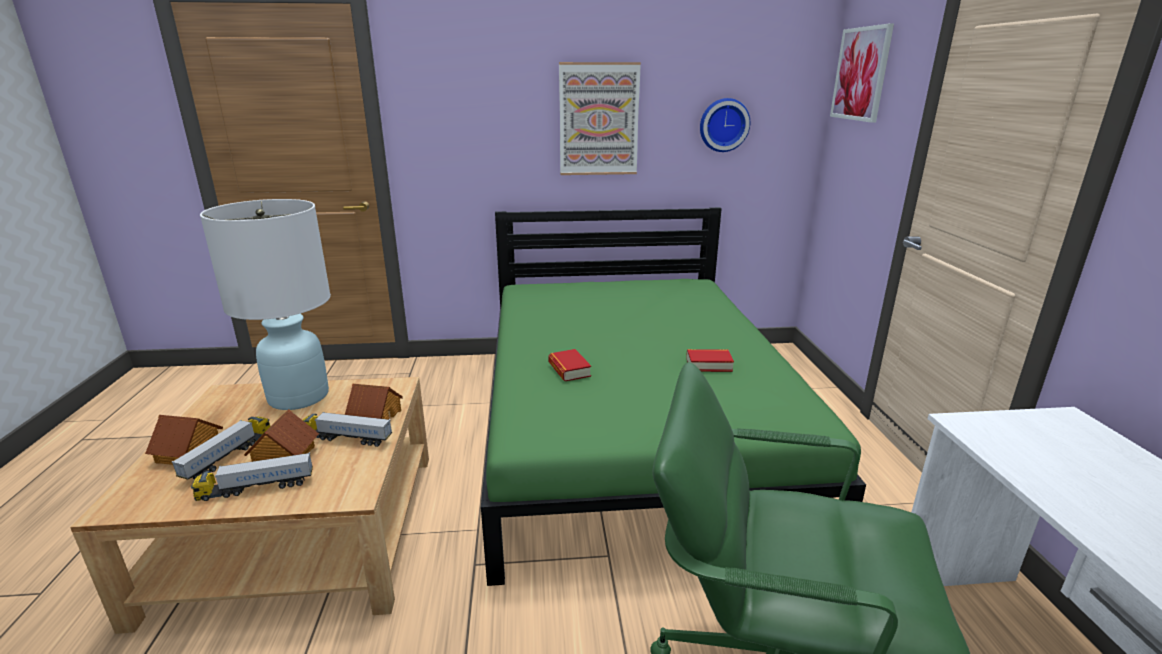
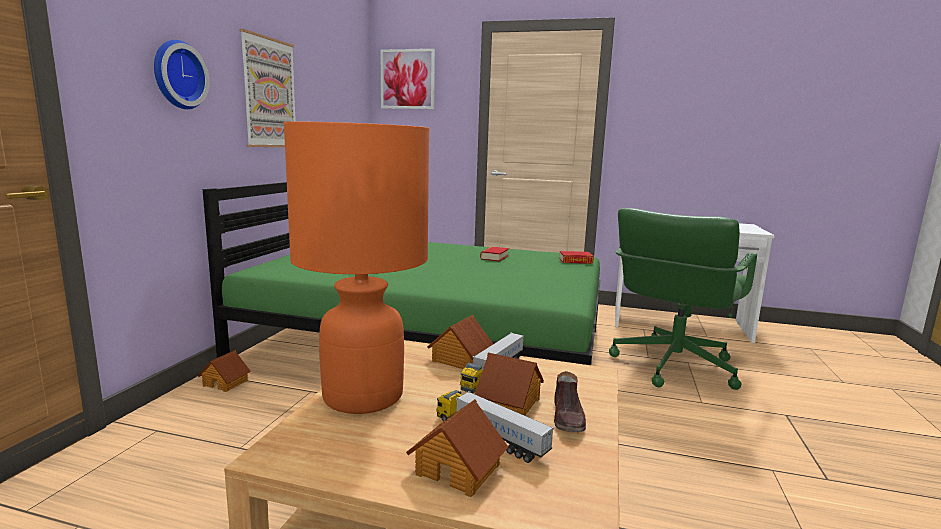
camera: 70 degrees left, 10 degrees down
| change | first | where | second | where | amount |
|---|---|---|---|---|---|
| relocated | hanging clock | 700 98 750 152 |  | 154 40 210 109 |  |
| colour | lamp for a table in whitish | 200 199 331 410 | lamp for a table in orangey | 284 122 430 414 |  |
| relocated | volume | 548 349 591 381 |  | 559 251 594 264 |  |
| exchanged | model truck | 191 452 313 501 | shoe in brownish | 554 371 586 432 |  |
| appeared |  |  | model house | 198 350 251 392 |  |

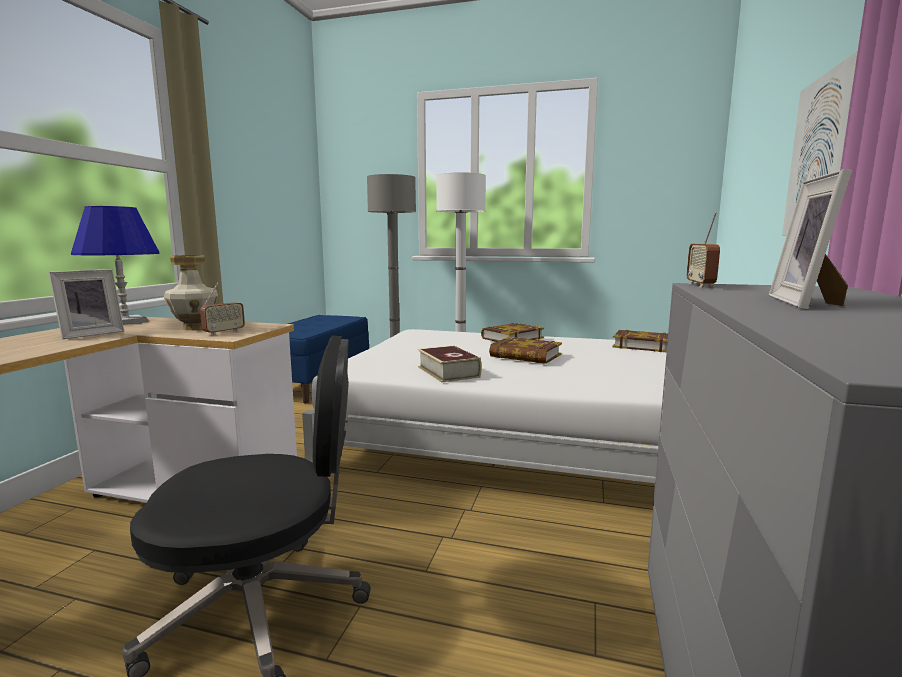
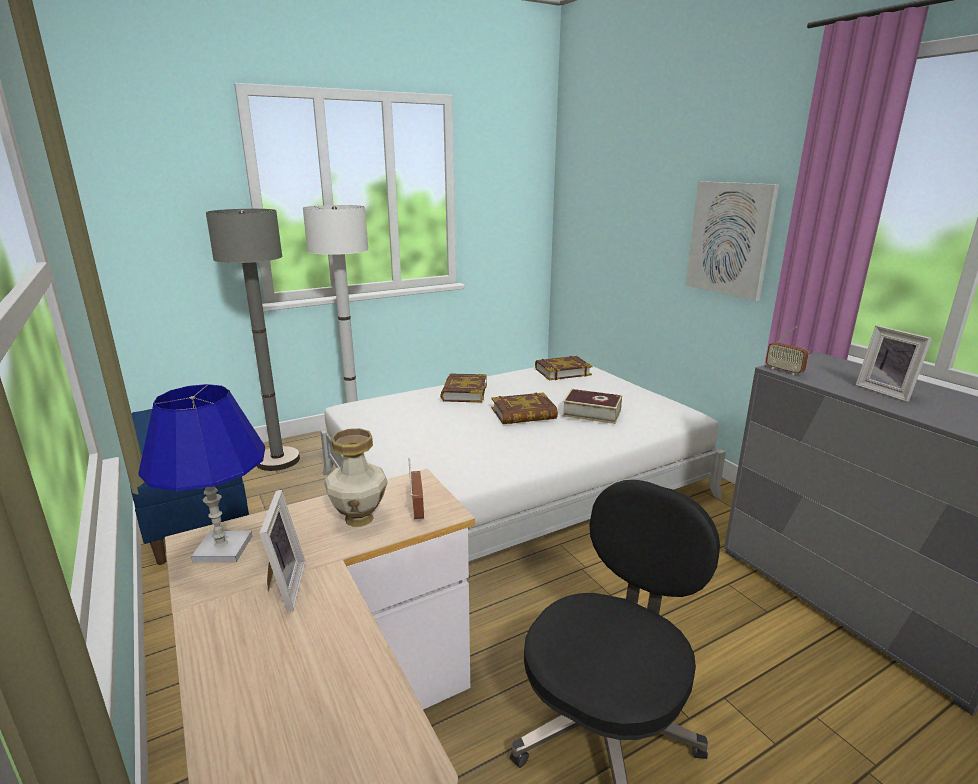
camera: 45 degrees left, 10 degrees up
| change | first | where | second | where | amount |
|---|---|---|---|---|---|
| relocated | volume | 418 346 482 383 |  | 562 389 622 424 |  |

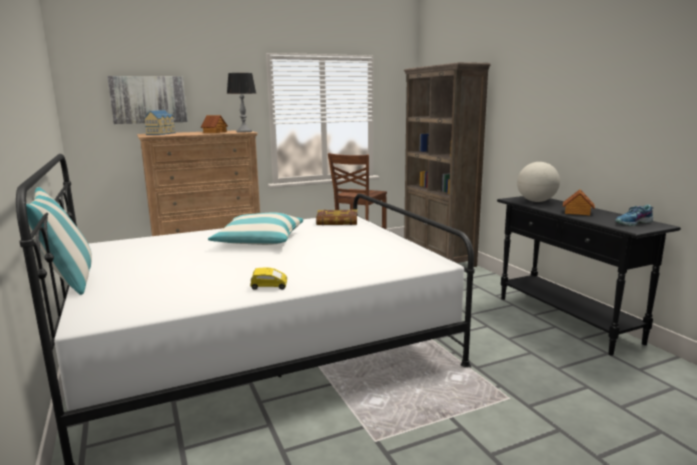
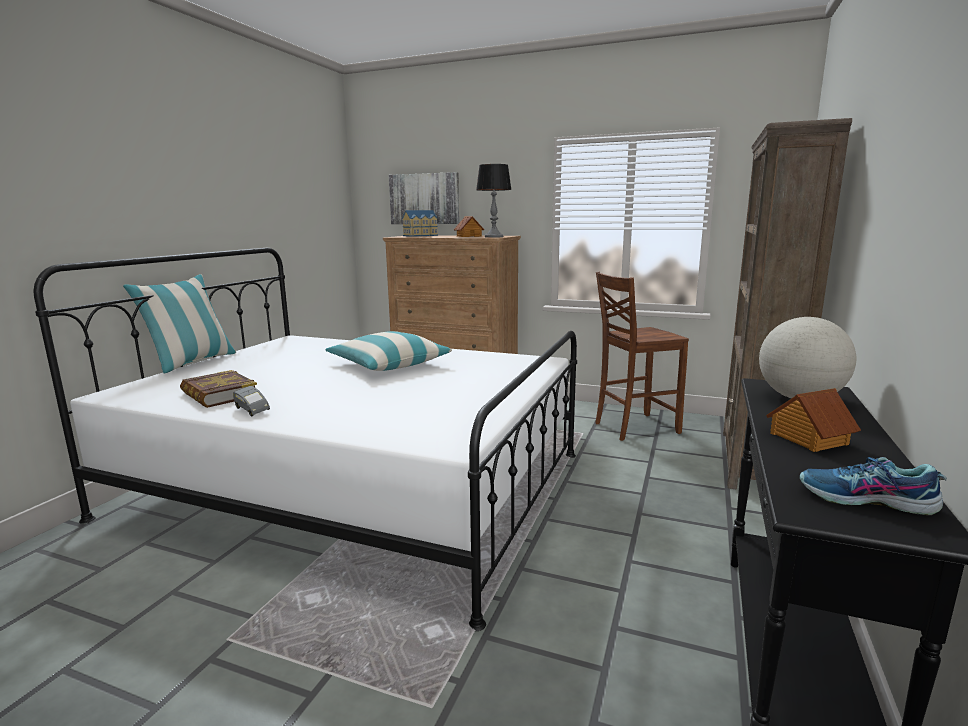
camera: 45 degrees right, 0 degrees up
| change | first | where | second | where | amount |
|---|---|---|---|---|---|
| relocated | volume | 316 209 357 225 |  | 180 370 257 408 |  |
| colour | model car in yellow-coloured | 250 268 287 290 | model car in gray | 233 386 270 417 |  |

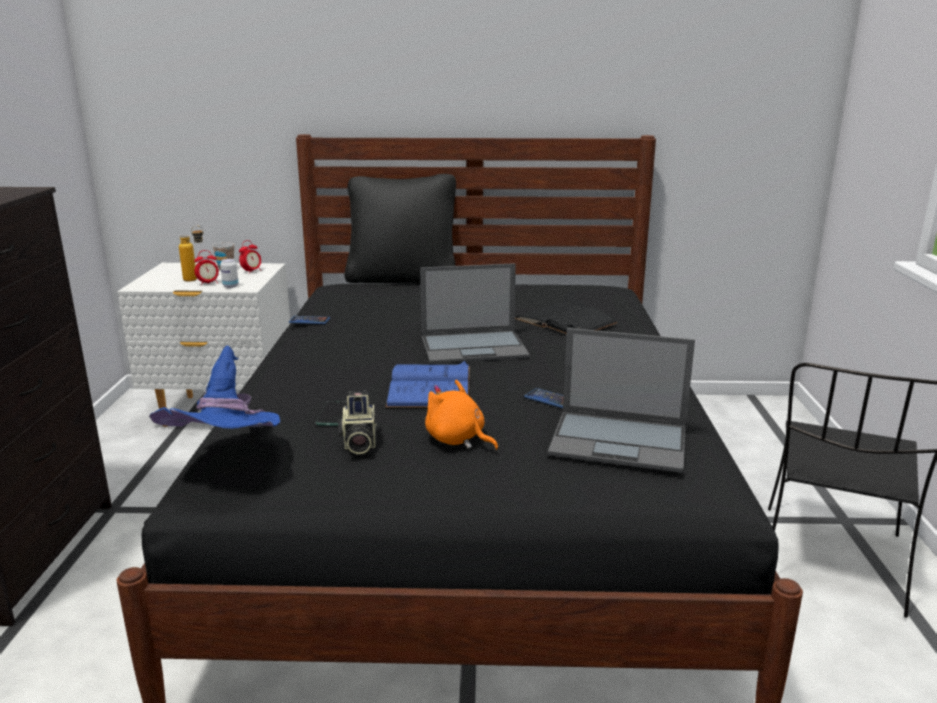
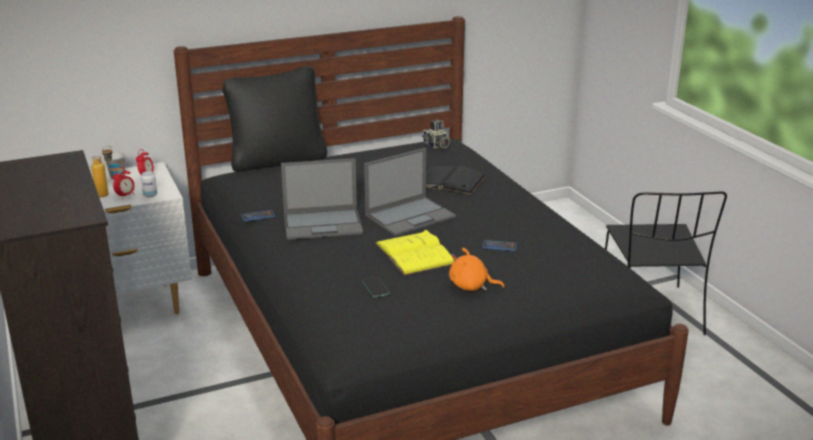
camera: 25 degrees left, 5 degrees up
| change | first | where | second | where | amount |
|---|---|---|---|---|---|
| relocated | notebook computer | 548 328 695 473 |  | 281 158 363 240 |  |
| missing | wearable hat in blue-coloured | 149 345 280 429 |  |  |  |
| colour | volume in blue-coloured | 385 361 470 408 | volume in yellow-coloured | 375 230 454 276 |  |
| relocated | photo camera | 338 391 376 454 |  | 422 119 450 149 |  |

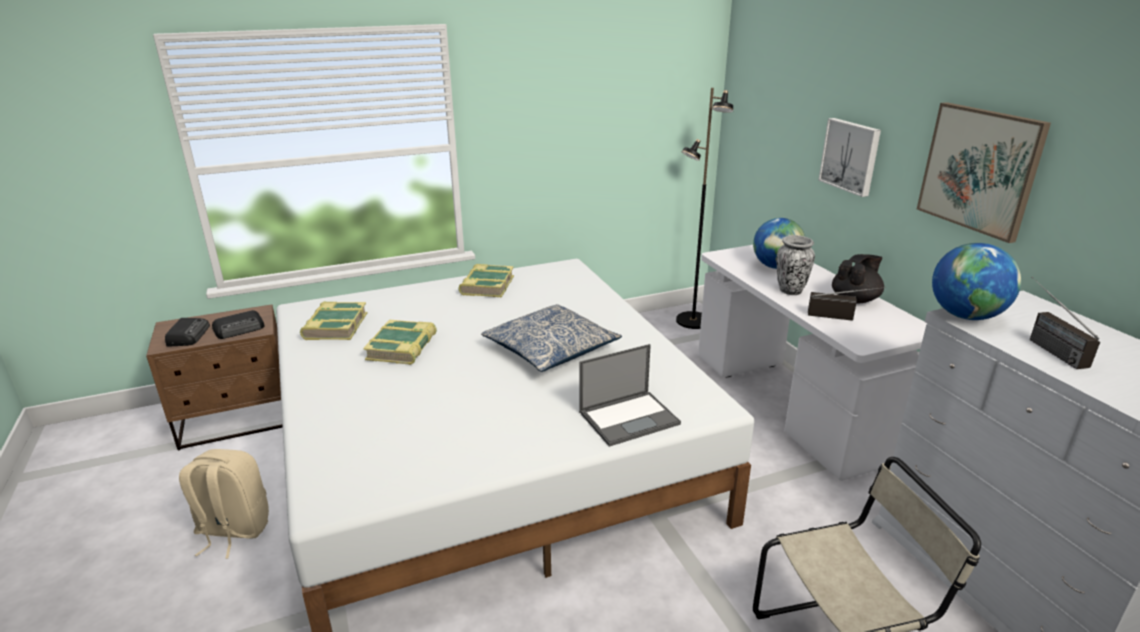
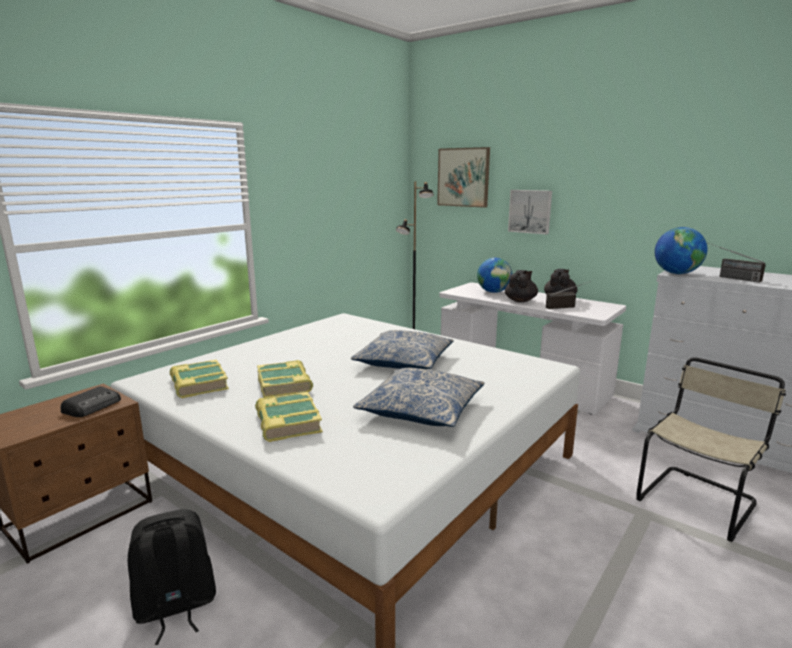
camera: 30 degrees left, 10 degrees down
| change | first | where | second | where | amount |
|---|---|---|---|---|---|
| relocated | picture | 917 102 1051 243 |  | 437 147 490 208 |  |
| exchanged | vase | 777 235 815 295 | teapot in black-coloured | 505 270 538 302 |  |
| relocated | volume | 458 264 514 297 |  | 255 392 322 442 |  |
| missing | radio set | 165 318 210 347 |  |  |  |
| missing | notebook computer | 579 344 681 447 |  |  |  |
| colour | rucksack in sand-coloured | 179 449 269 559 | rucksack in black-coloured | 128 509 216 645 |  |
| appeared |  |  | throw pillow | 353 368 485 427 |  |

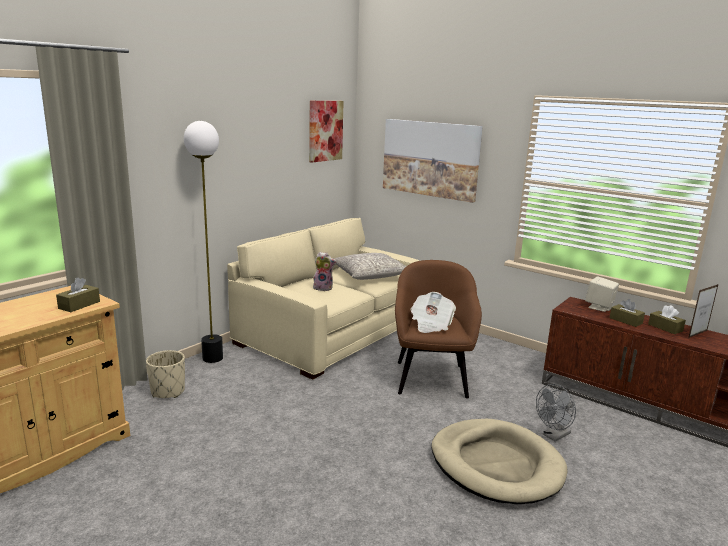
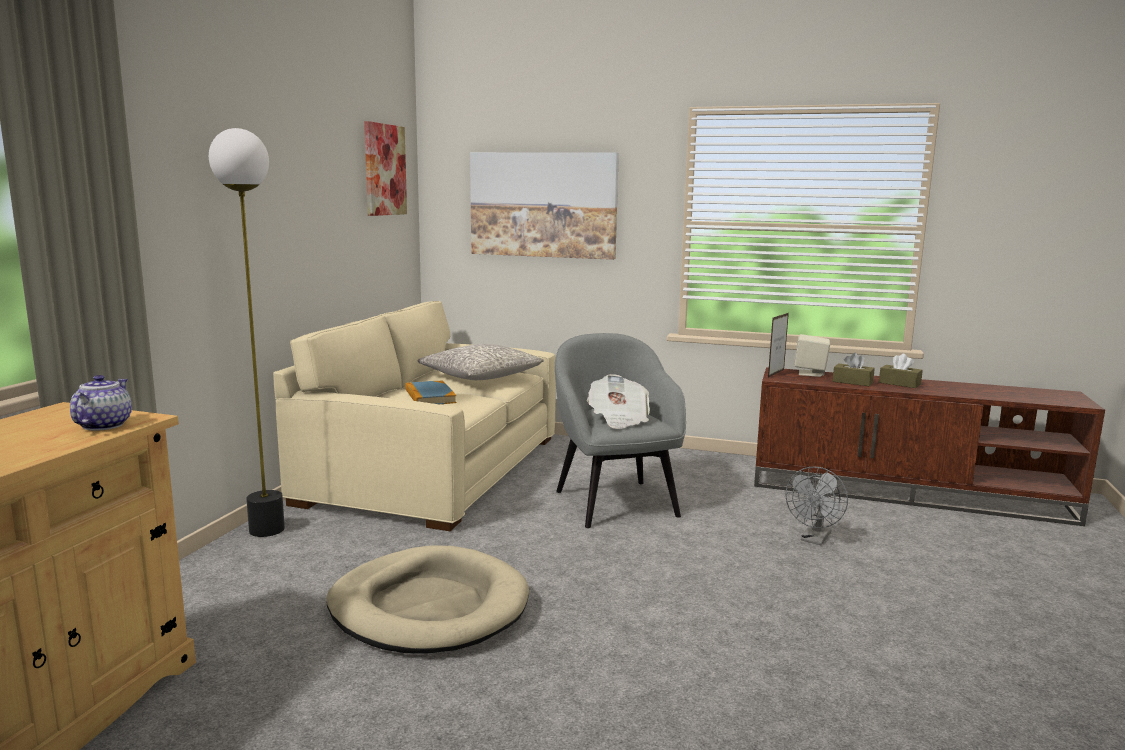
camera: 20 degrees left, 5 degrees down
| change | first | where | second | where | amount |
|---|---|---|---|---|---|
| exchanged | plush toy | 312 252 337 291 | volume | 405 380 456 404 |  |
| colour | armchair in brownish | 395 260 482 398 | armchair in gray | 555 333 686 528 |  |
| exchanged | box of tissues in brownish | 56 277 100 312 | teapot | 70 375 132 431 |  |
| relocated | photo frame | 688 284 719 338 |  | 768 313 789 378 |  |
| missing | flower pot in sand-coloured | 146 350 185 398 |  |  |  |
| relocated | pet bed in sand-coloured | 431 419 568 504 |  | 326 545 529 654 |  |

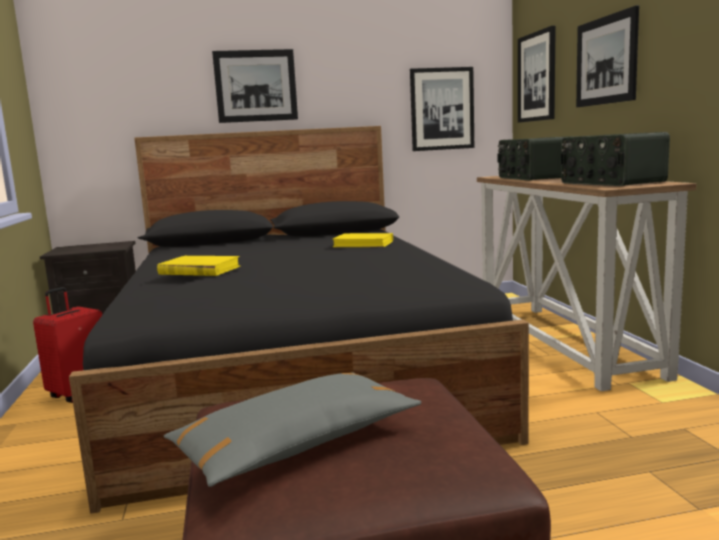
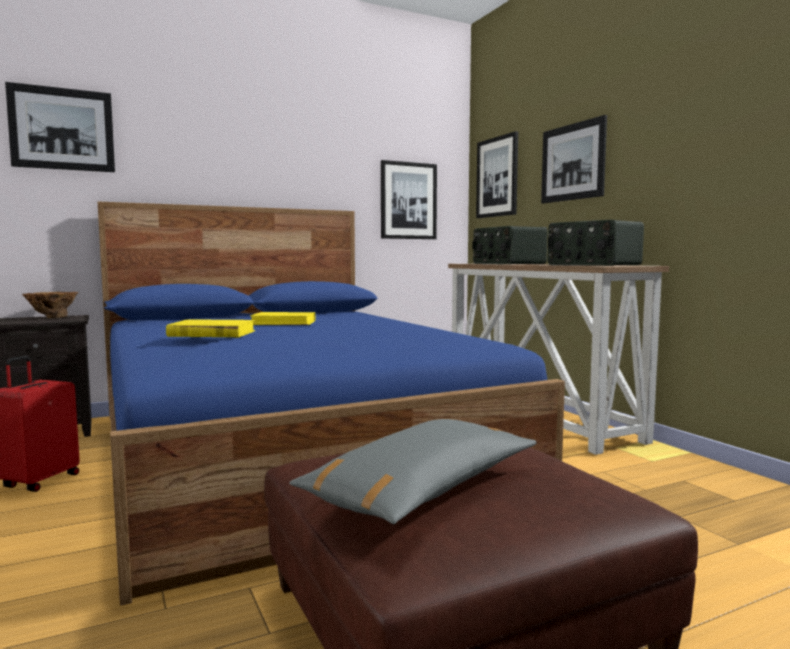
camera: 15 degrees left, 5 degrees down
| change | first | where | second | where | amount |
|---|---|---|---|---|---|
| relocated | picture | 212 49 298 123 |  | 5 82 115 172 |  |
| colour | sleeping bed in black-coloured | 69 126 529 514 | sleeping bed in blue-coloured | 98 202 565 606 |  |
| relocated | volume in yellow-coloured | 333 233 393 247 |  | 250 312 315 325 |  |
| appeared |  |  | vase in brownish | 22 292 78 318 |  |

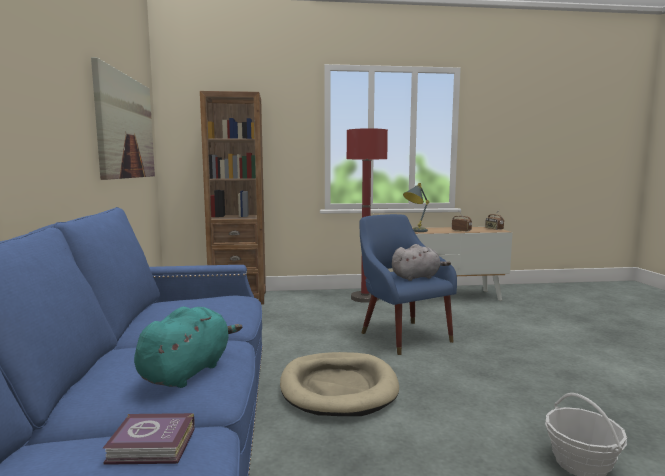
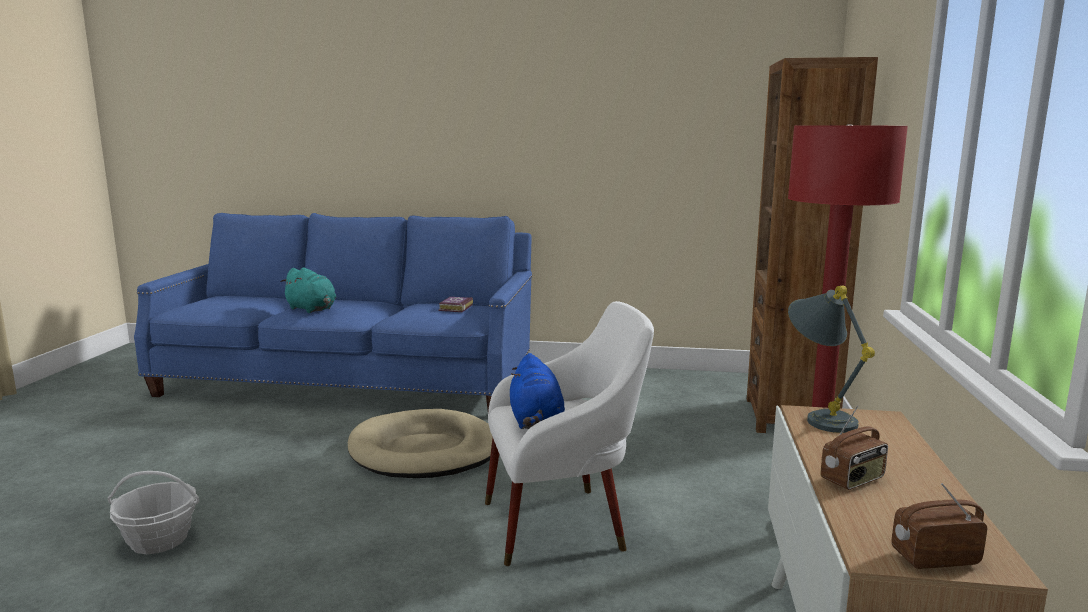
camera: 105 degrees right, 5 degrees up
| change | first | where | second | where | amount |
|---|---|---|---|---|---|
| missing | picture | 91 57 155 180 |  |  |  |
| colour | armchair in blue-coloured | 360 214 457 355 | armchair in whitish | 485 301 654 566 |  |
| colour | plush toy in gray | 392 244 451 281 | plush toy in blue-coloured | 510 353 565 429 |  |
| relocated | volume | 102 413 195 465 |  | 438 297 473 312 |  |

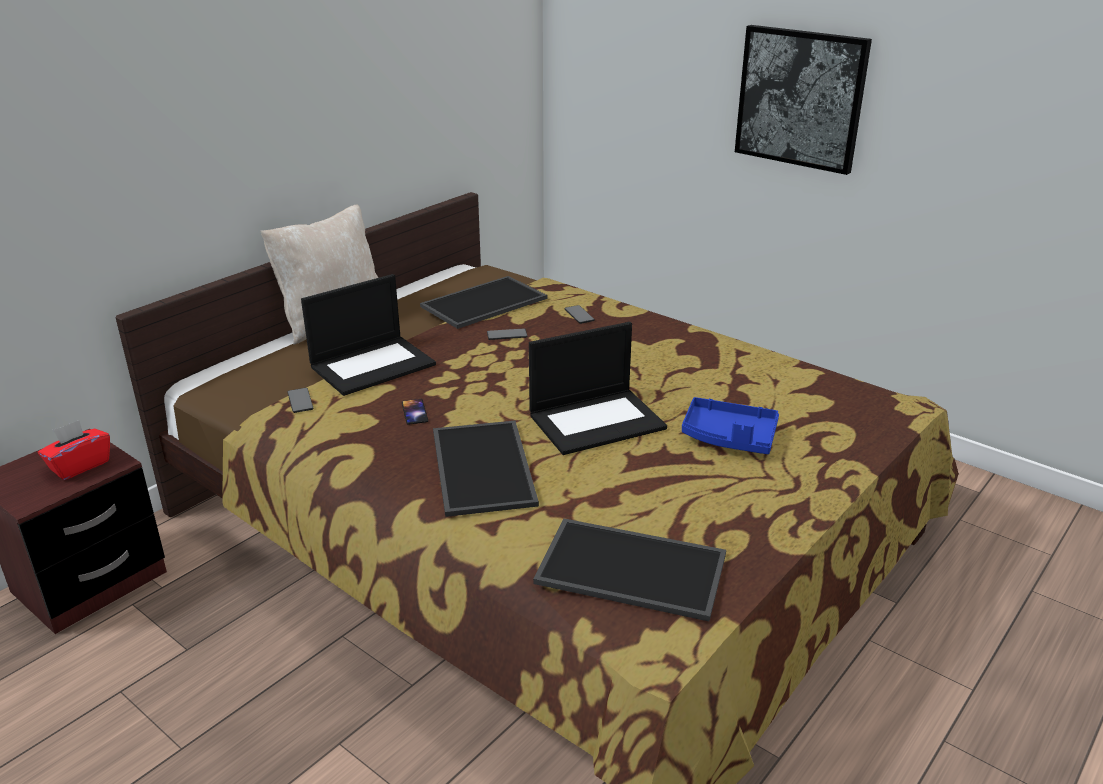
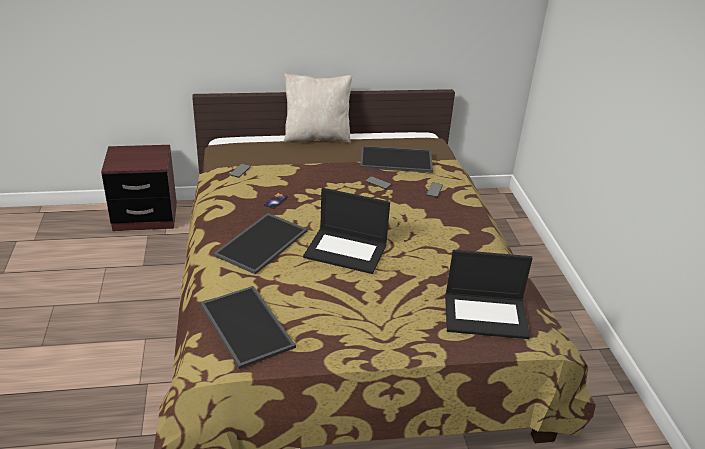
camera: 40 degrees right, 5 degrees up
| change | first | where | second | where | amount |
|---|---|---|---|---|---|
| missing | picture | 735 25 872 175 |  |  |  |
| relocated | notebook computer | 301 274 436 396 |  | 445 250 533 339 |  |
| missing | carrying tray in blue-coloured | 682 397 779 454 |  |  |  |
| missing | box of tissues in red-coloured | 38 420 110 480 |  |  |  |

